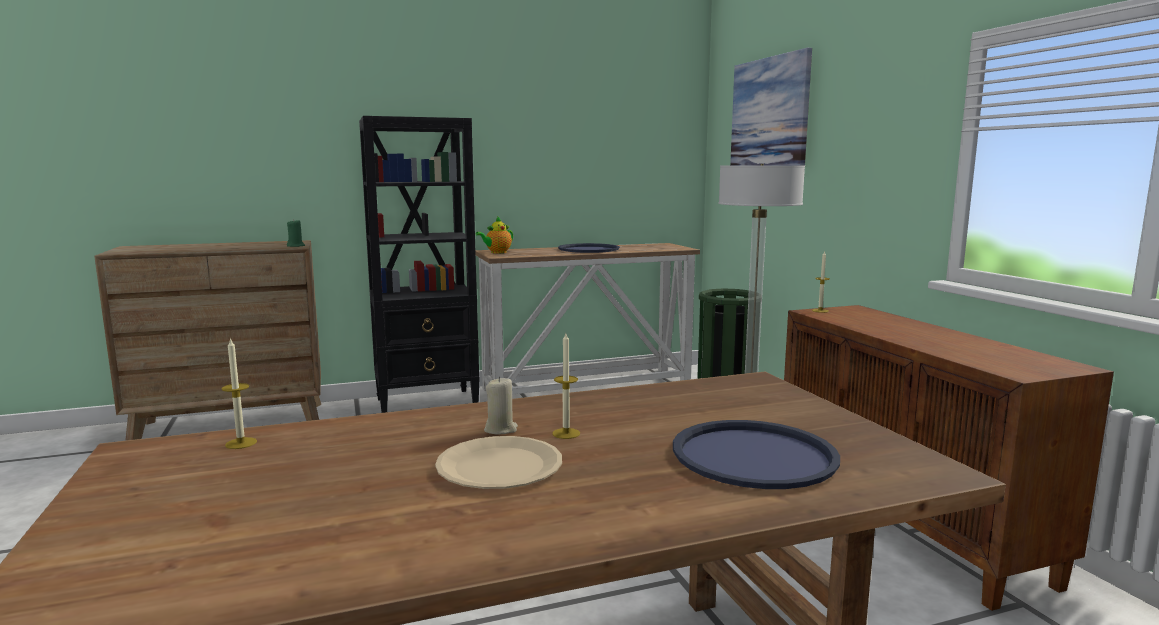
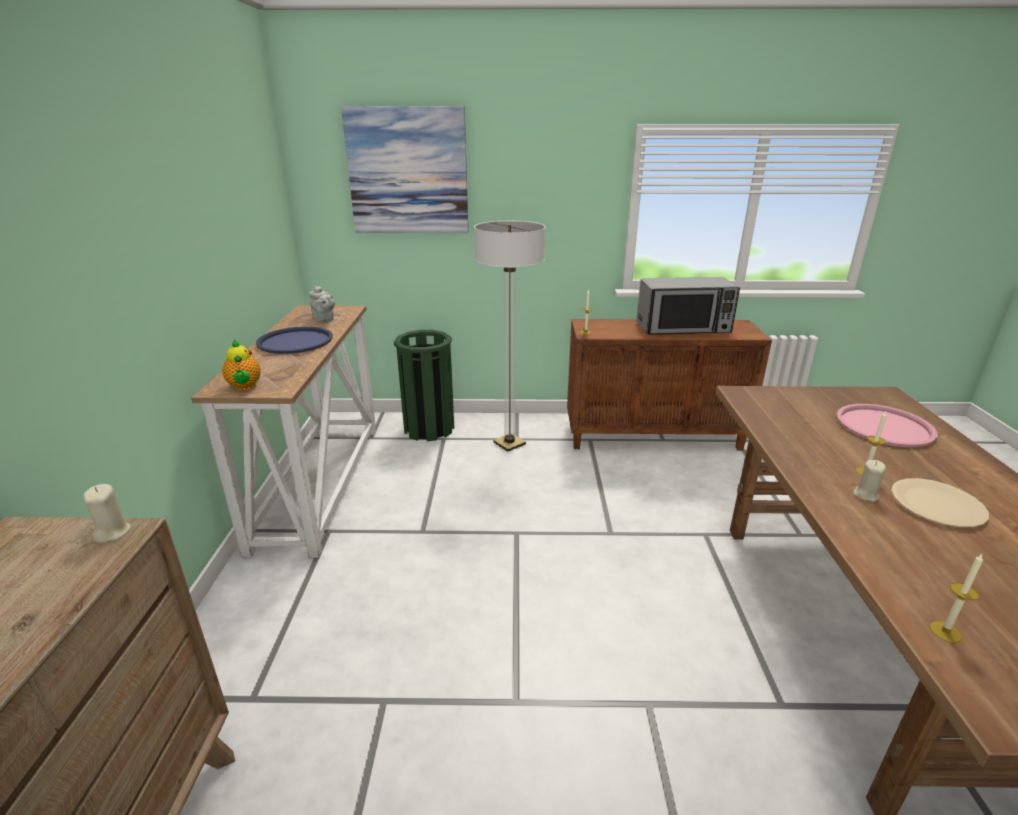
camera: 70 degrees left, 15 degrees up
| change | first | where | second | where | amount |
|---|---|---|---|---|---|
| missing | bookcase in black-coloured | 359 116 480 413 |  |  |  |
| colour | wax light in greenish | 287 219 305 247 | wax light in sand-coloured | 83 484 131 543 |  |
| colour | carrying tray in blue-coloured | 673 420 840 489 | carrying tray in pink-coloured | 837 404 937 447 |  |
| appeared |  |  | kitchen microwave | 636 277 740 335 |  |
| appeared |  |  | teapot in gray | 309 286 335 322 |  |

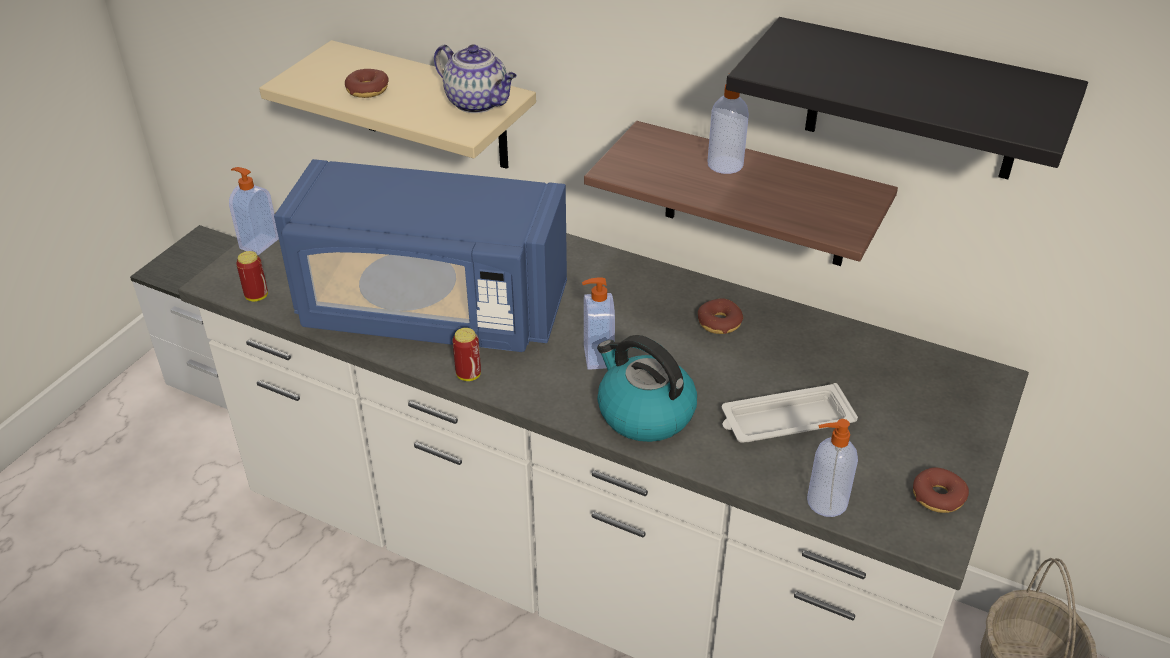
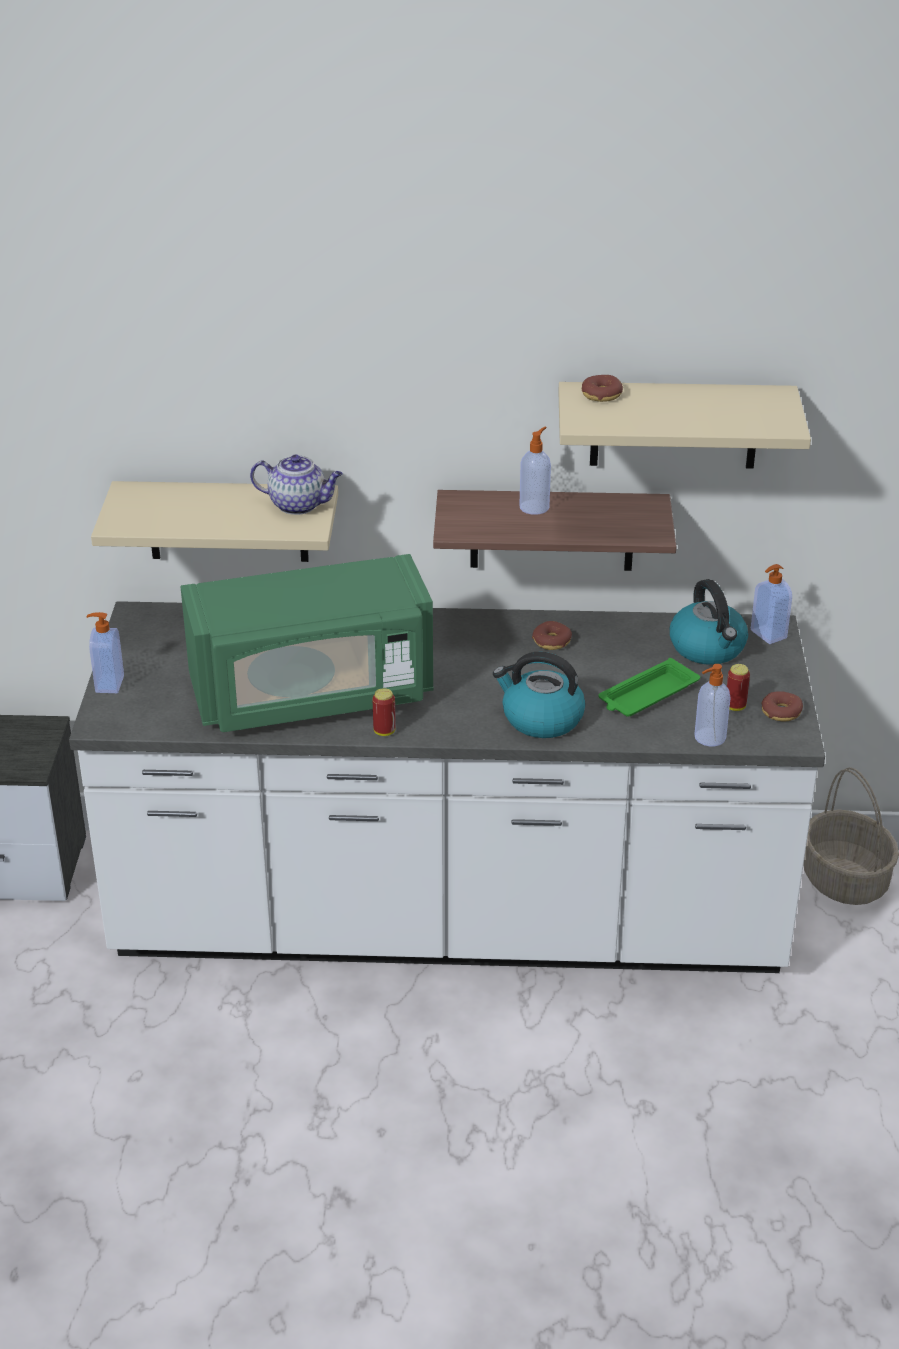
camera: 25 degrees left, 5 degrees down
| change | first | where | second | where | amount |
|---|---|---|---|---|---|
| colour | wall shelf in black-coloured | 726 17 1088 179 | wall shelf in sand-coloured | 558 382 811 469 |  |
| relocated | doughnut | 345 69 389 98 |  | 582 375 623 402 |  |
| colour | kitchen microwave in blue-coloured | 274 159 567 352 | kitchen microwave in greenish | 181 554 434 732 |  |
| relocated | metal can | 236 251 268 302 |  | 727 664 750 711 |  |
| relocated | soap bottle | 582 277 615 370 |  | 751 564 792 644 |  |
| colour | carrying tray in whitish | 722 383 858 443 | carrying tray in greenish | 598 658 700 717 |  |
| appeared |  |  | tea kettle | 670 579 748 665 |  |

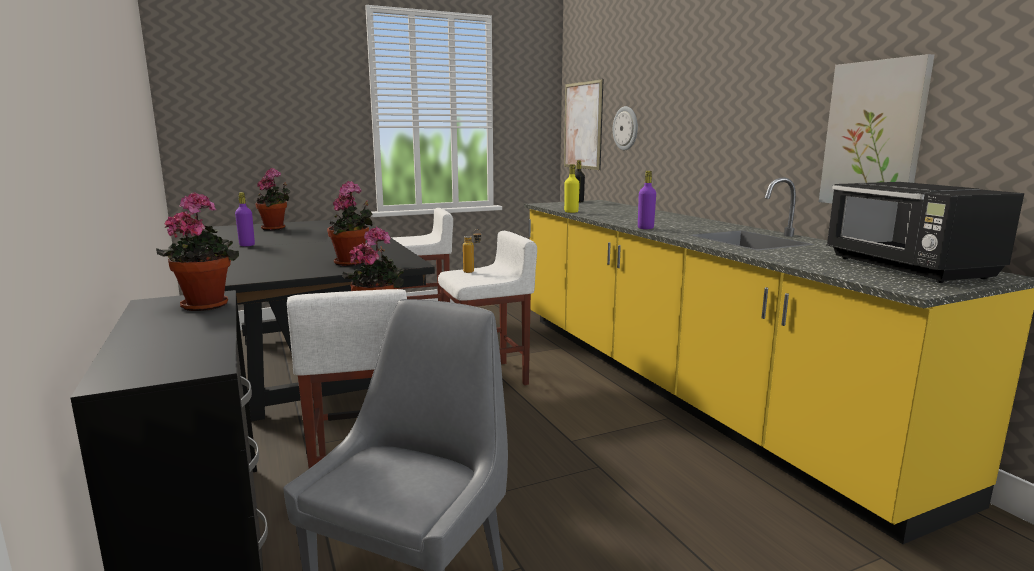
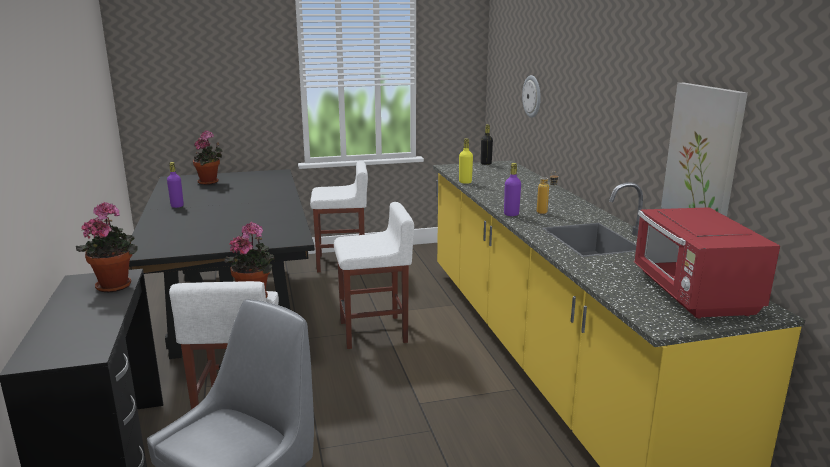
camera: 10 degrees right, 5 degrees up
| change | first | where | second | where | amount |
|---|---|---|---|---|---|
| missing | picture | 564 79 604 170 |  |  |  |
| missing | potted plant | 327 181 373 266 |  |  |  |
| colour | kitchen microwave in black-coloured | 826 182 1024 283 | kitchen microwave in red-coloured | 634 207 780 319 |  |
| relocated | beverage bottle | 463 229 482 273 |  | 537 172 559 214 |  |

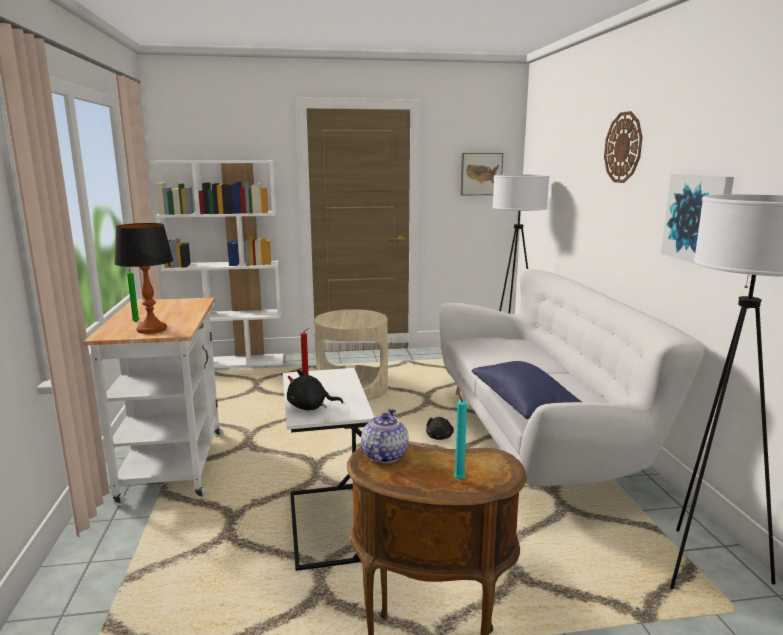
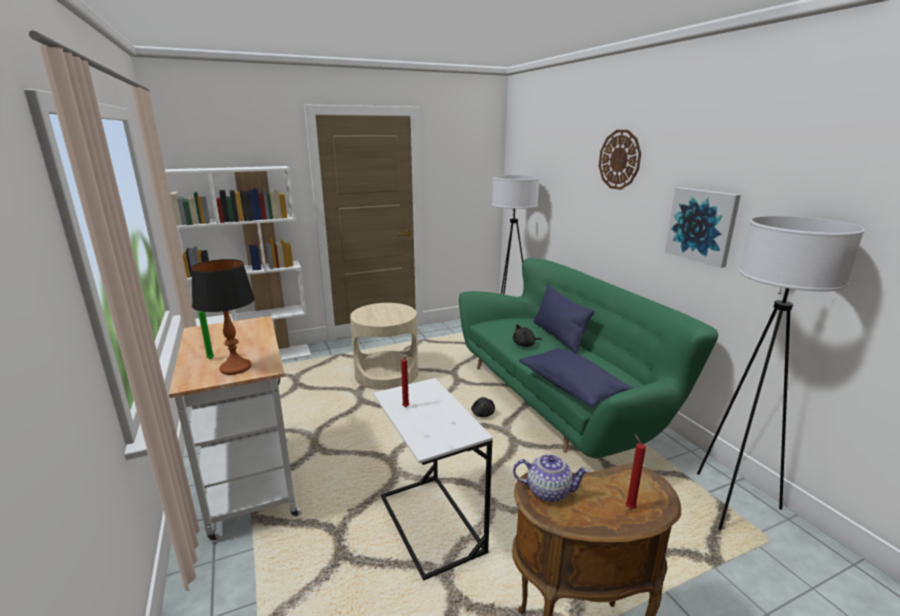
camera: 15 degrees left, 5 degrees up
| change | first | where | second | where | amount |
|---|---|---|---|---|---|
| missing | picture | 460 153 503 195 |  |  |  |
| colour | settee in whitish | 440 269 704 486 | settee in greenish | 459 258 718 458 |  |
| relocated | plush toy in black-coloured | 287 370 343 410 |  | 513 324 542 347 |  |
| colour | wax light in turquoise | 454 390 467 480 | wax light in red-coloured | 626 433 646 509 |  |
| spun | teapot | 361 408 409 463 |  | 513 454 590 502 | 105 degrees clockwise |
| appeared |  |  | throw pillow in blue-coloured | 534 285 594 354 |  |

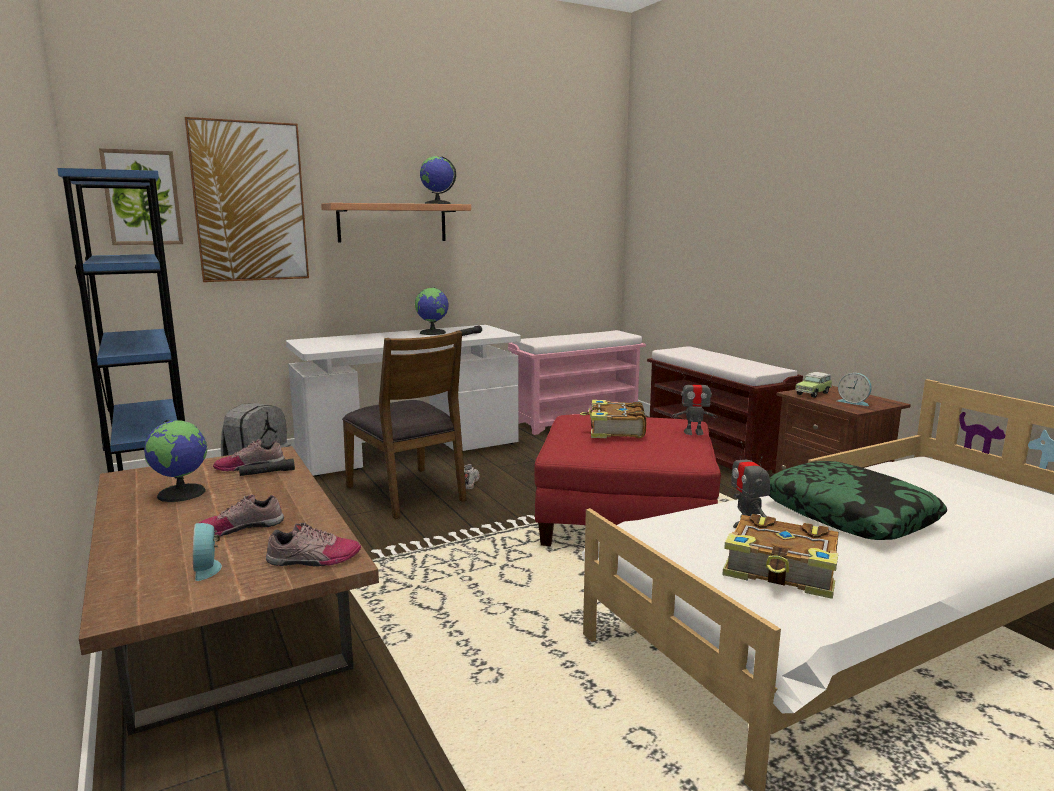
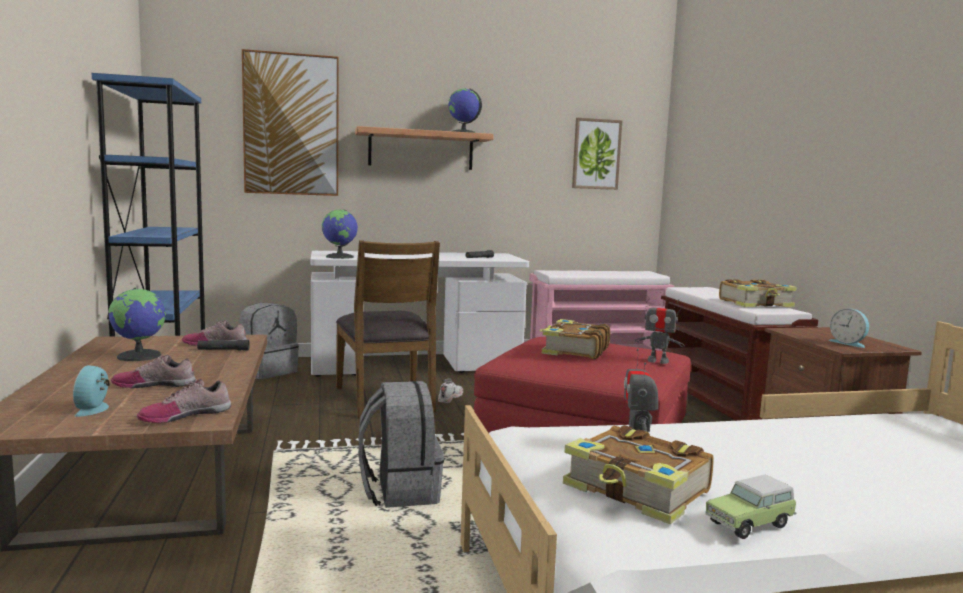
camera: 15 degrees right, 5 degrees down
| change | first | where | second | where | amount |
|---|---|---|---|---|---|
| relocated | picture | 99 148 183 245 |  | 572 118 622 190 |  |
| relocated | globe | 415 287 448 335 |  | 322 209 358 259 |  |
| relocated | model car | 795 372 832 398 |  | 705 475 797 539 |  |
| missing | throw pillow | 769 461 947 540 |  |  |  |
| spun | shoe | 266 522 361 566 |  | 137 379 231 423 | 135 degrees clockwise |
| appeared |  |  | volume | 719 279 797 307 |  |
| appeared |  |  | rucksack in gray | 358 381 444 508 |  |

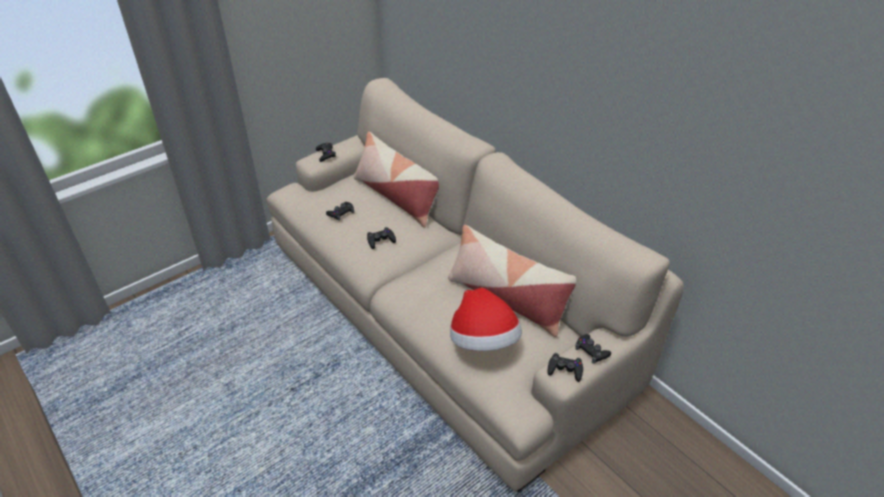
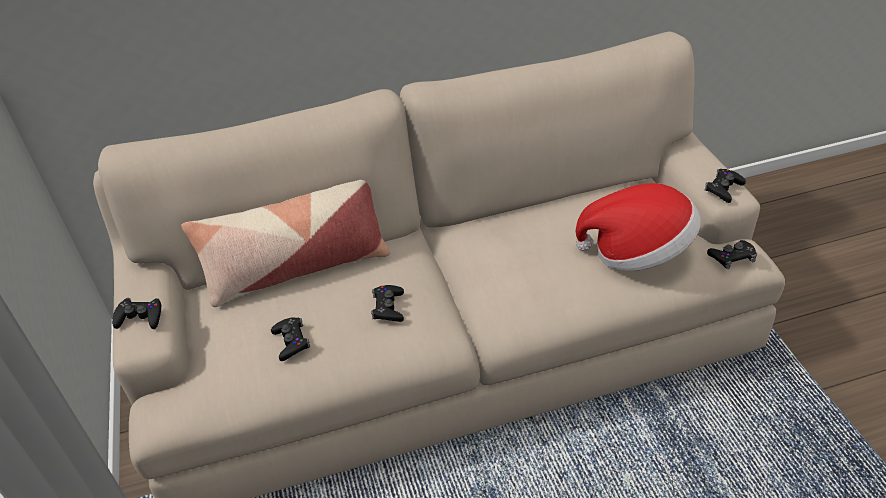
camera: 65 degrees left, 0 degrees up
| change | first | where | second | where | amount |
|---|---|---|---|---|---|
| missing | throw pillow | 448 225 576 337 |  |  |  |
| relocated | joypad in black-coloured | 575 334 611 364 |  | 707 240 757 269 |  |

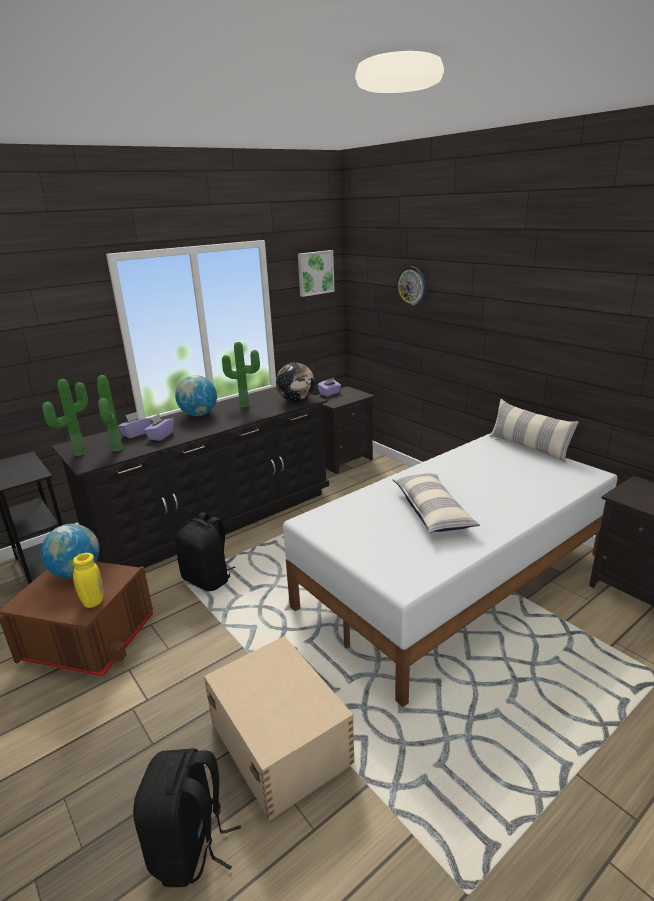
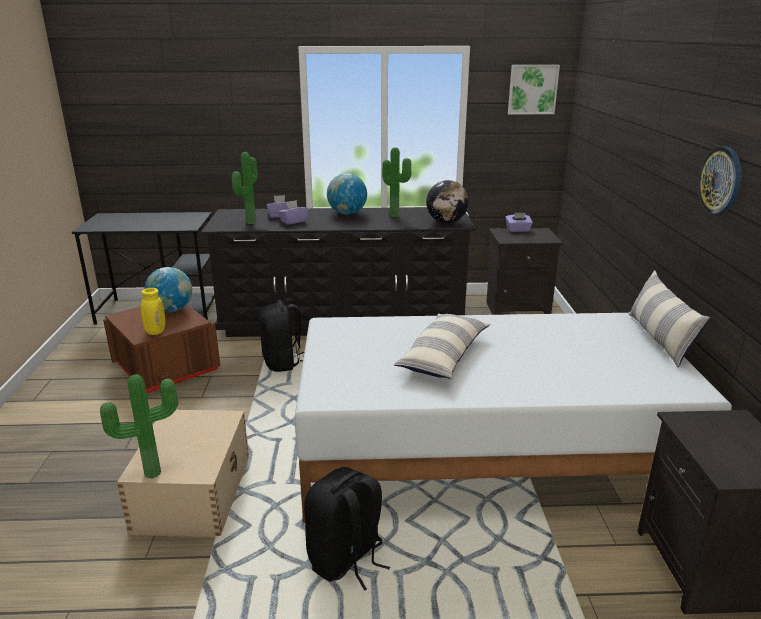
camera: 35 degrees right, 0 degrees up
| change | first | where | second | where | amount |
|---|---|---|---|---|---|
| relocated | hanging clock | 396 267 426 306 |  | 698 146 741 214 |  |
| relocated | potted plant | 42 379 88 456 |  | 100 374 178 479 |  |
| relocated | rucksack in black-coloured | 133 748 241 887 |  | 304 467 390 591 |  |

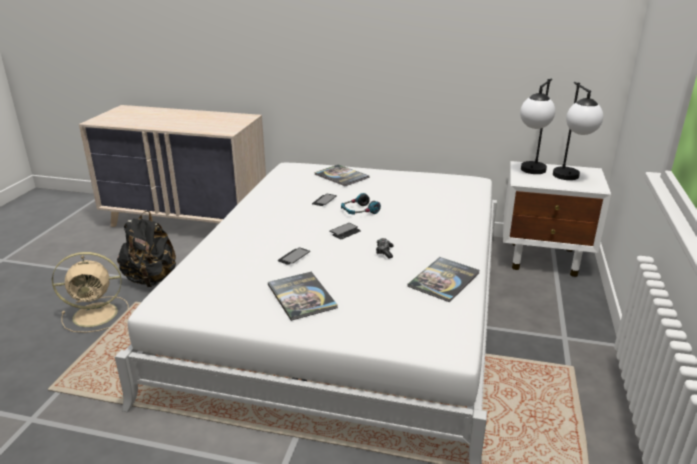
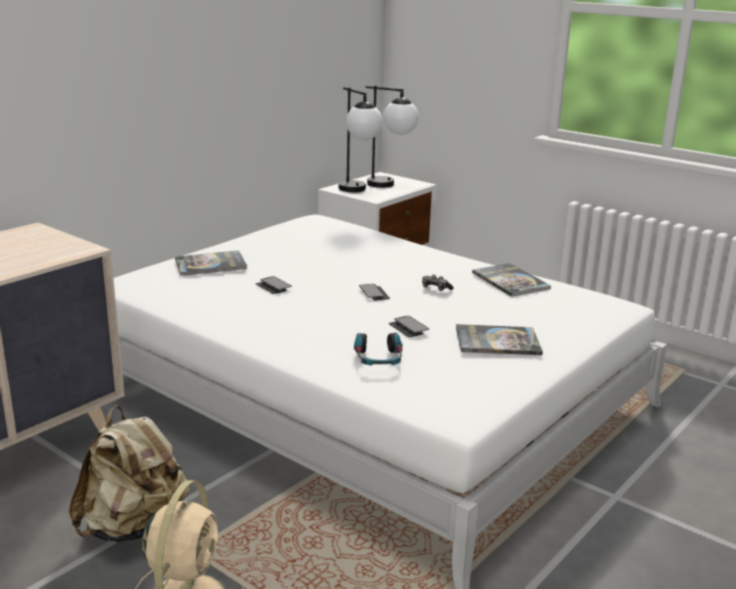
camera: 65 degrees left, 5 degrees down
| change | first | where | second | where | amount |
|---|---|---|---|---|---|
| relocated | headset | 341 193 381 215 |  | 354 332 402 366 |  |
| colour | rucksack in black-coloured | 117 211 176 287 | rucksack in sand-coloured | 69 406 190 542 |  |

